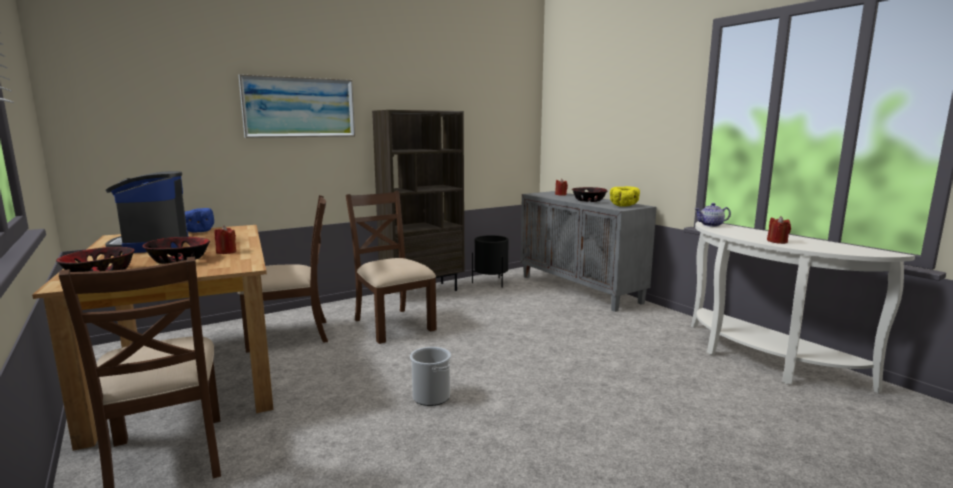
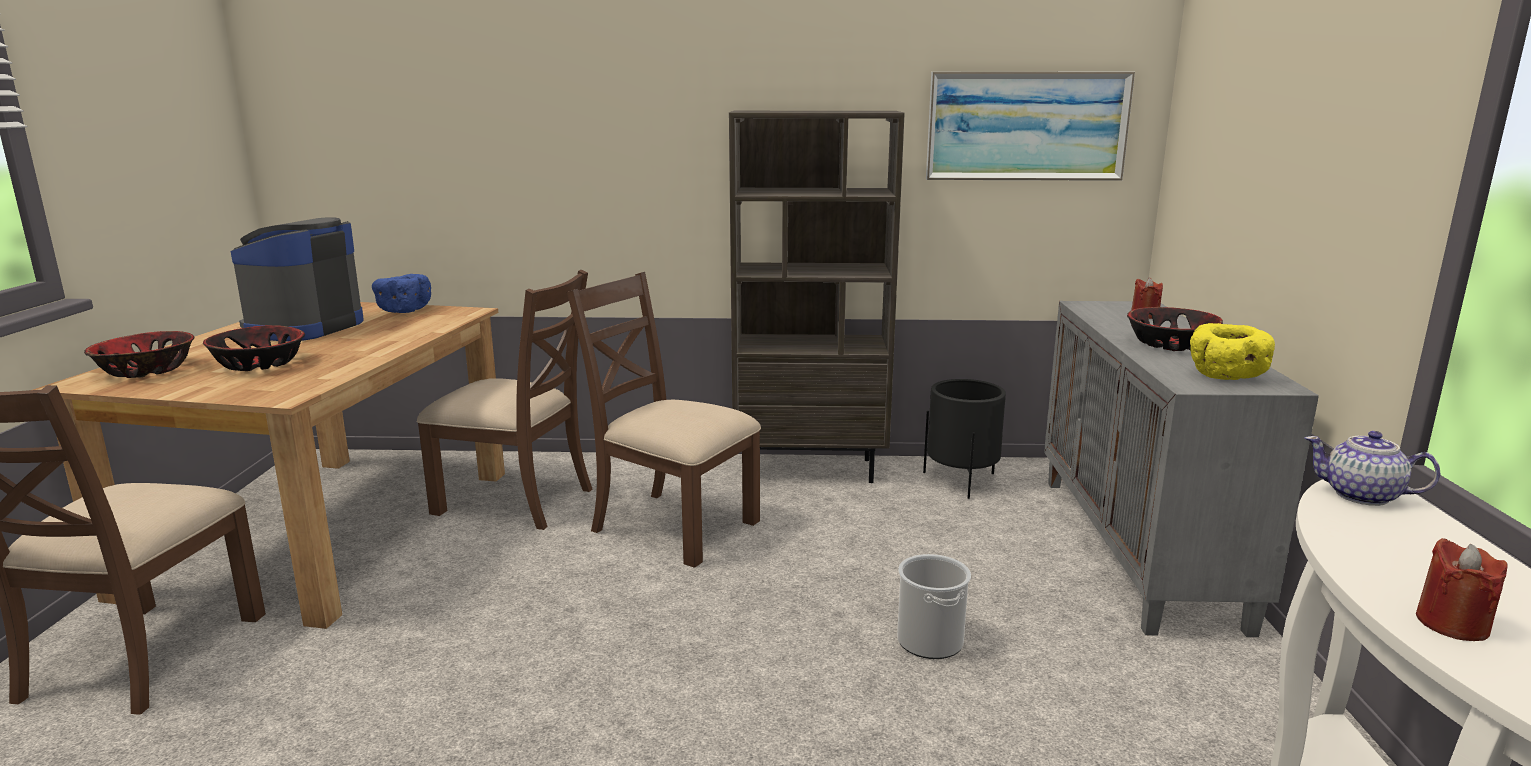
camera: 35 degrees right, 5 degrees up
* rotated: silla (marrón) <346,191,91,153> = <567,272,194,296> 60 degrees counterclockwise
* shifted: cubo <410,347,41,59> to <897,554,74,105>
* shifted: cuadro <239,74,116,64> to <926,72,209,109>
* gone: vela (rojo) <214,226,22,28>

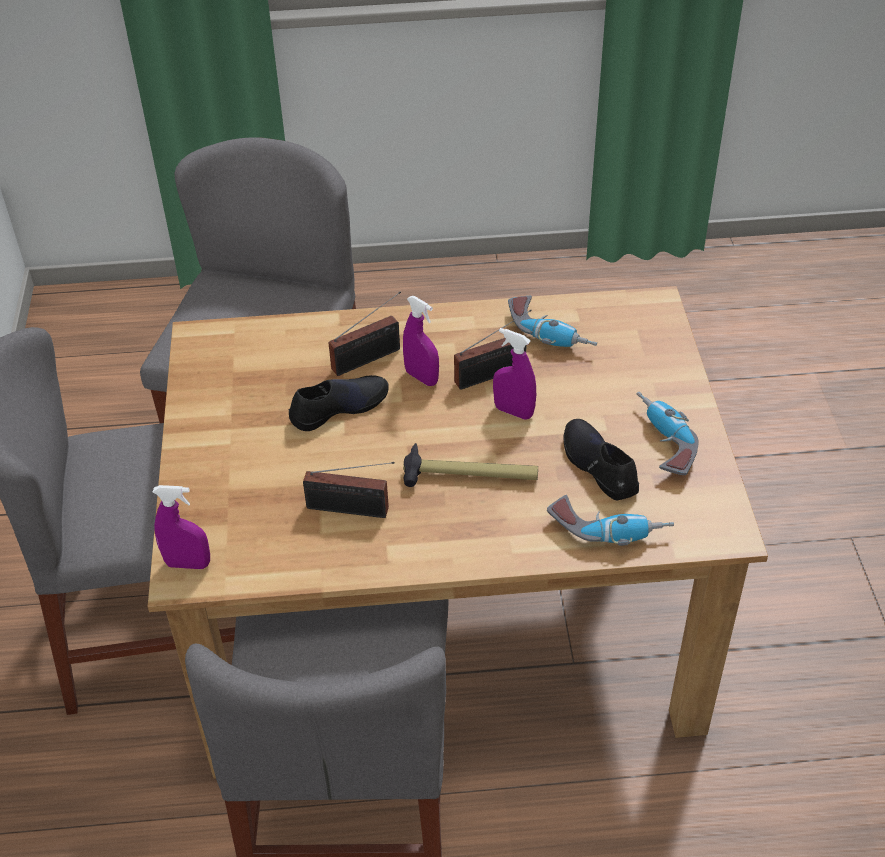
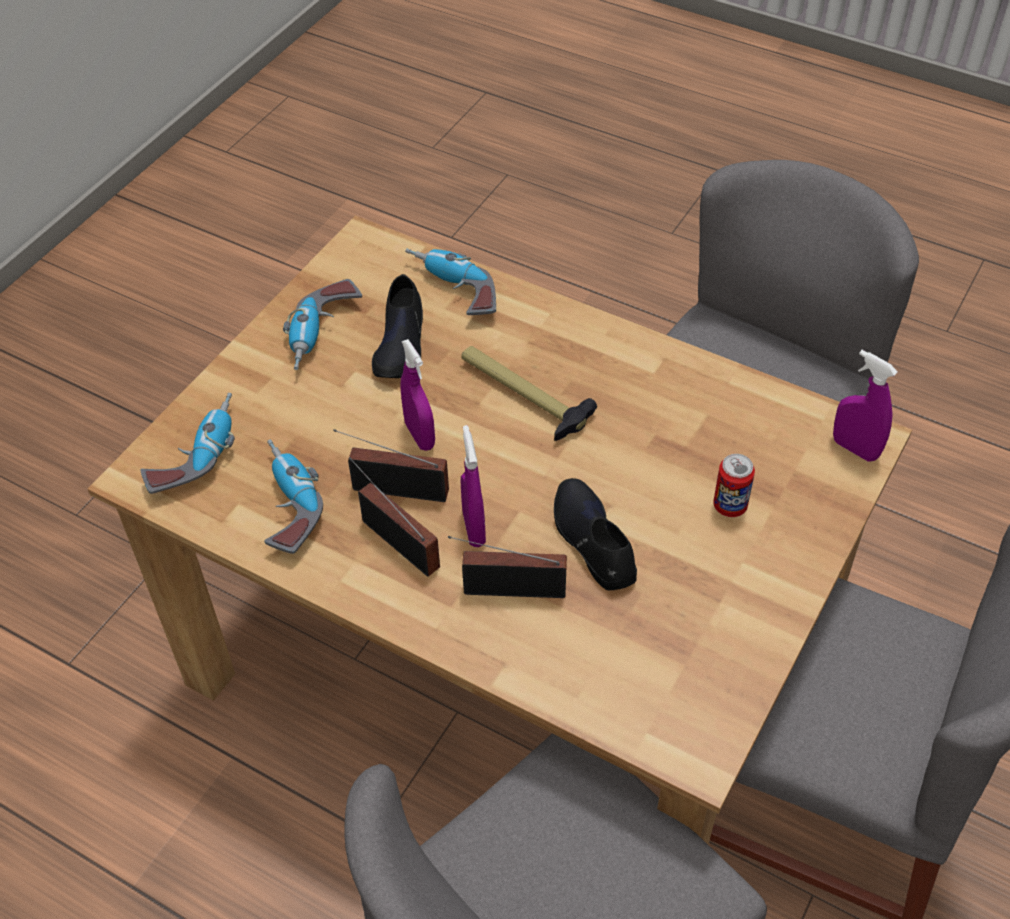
camera: 145 degrees left, 5 degrees up
* new: taladro <140,393,95,101>
* shifted: radio <303,462,92,56> to <349,457,91,120>
* rotated: zapato (negro) <289,375,100,56> = <554,478,83,112> 60 degrees clockwise
* new: lata <713,454,42,63>

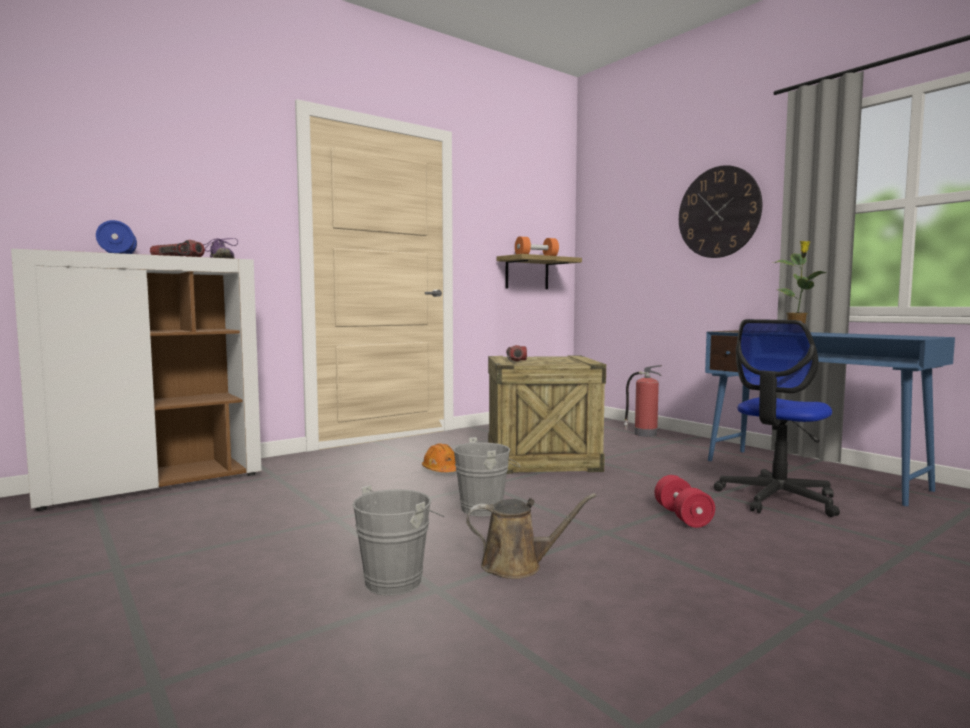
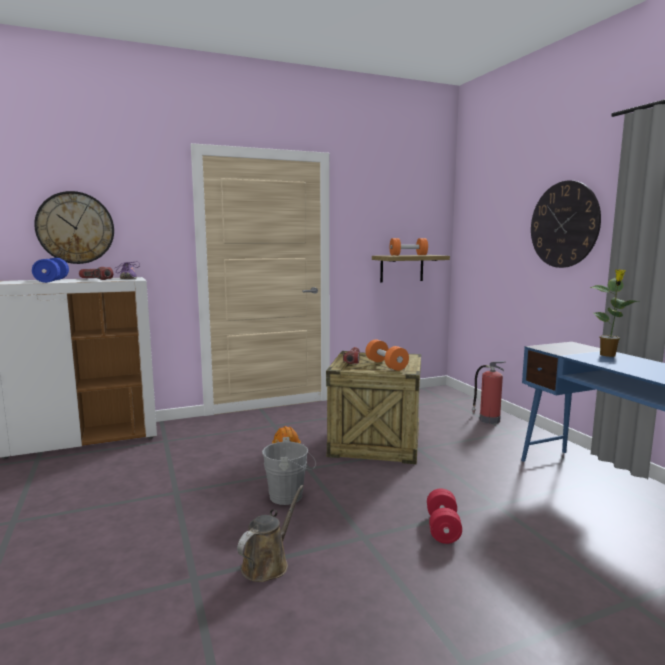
camera: 15 degrees right, 5 degrees up
* new: reloj de pared <34,191,80,73>
* rotated: regadera (marrón) <466,493,130,86> = <237,485,67,97> 75 degrees counterclockwise
* new: mancuerna (naranja) <365,339,44,32>
* gone: cubo (gris) <352,485,93,111>
* gone: silla de oficina <714,319,126,198>

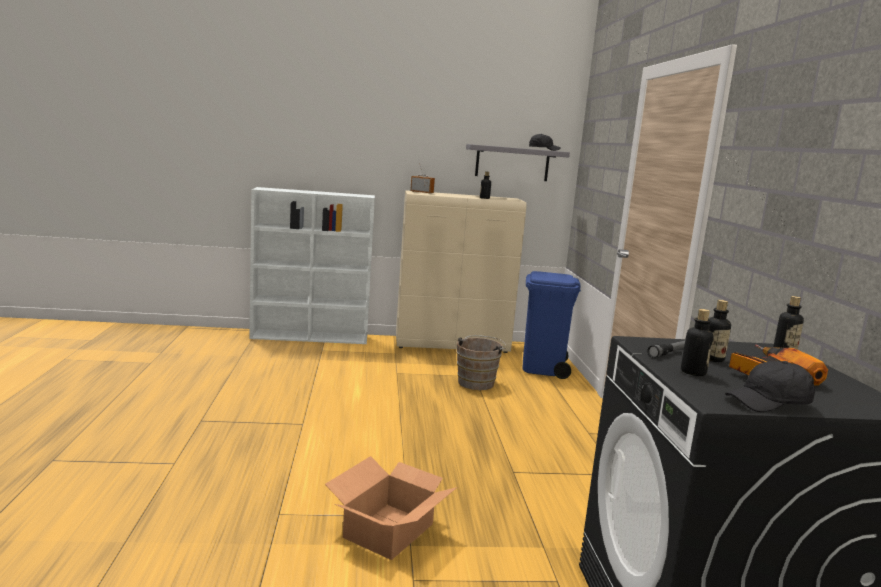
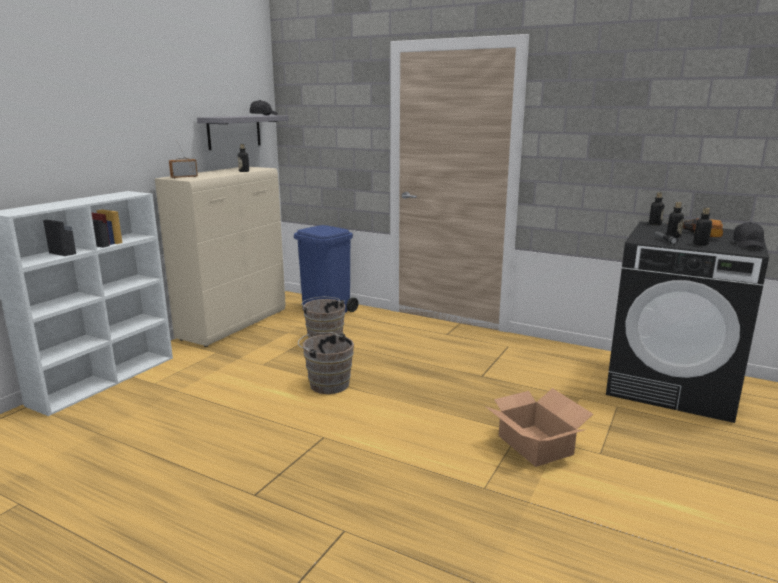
camera: 55 degrees left, 5 degrees up
* new: cubo (marrón) <298,332,56,62>

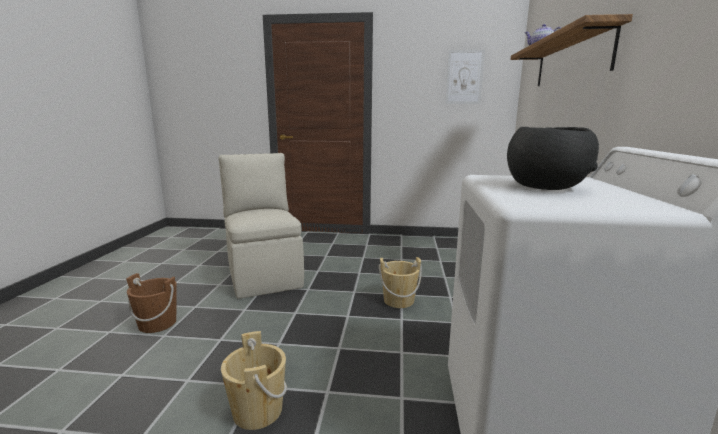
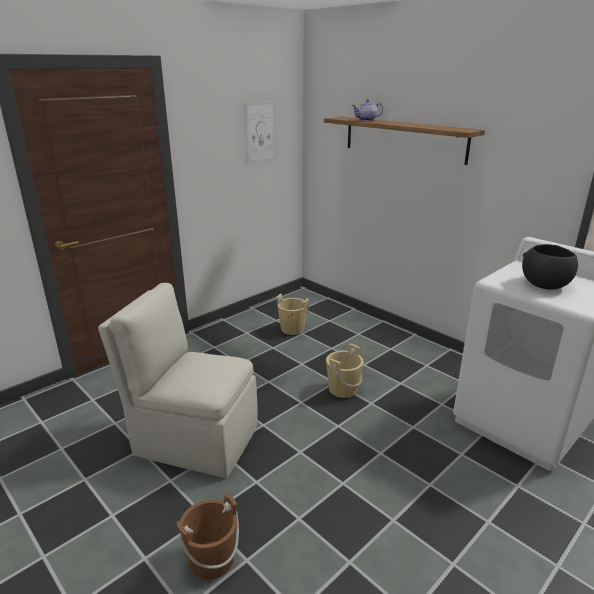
camera: 50 degrees left, 10 degrees up
* shifted: cubo (beis) <221,331,66,99> to <277,294,32,41>

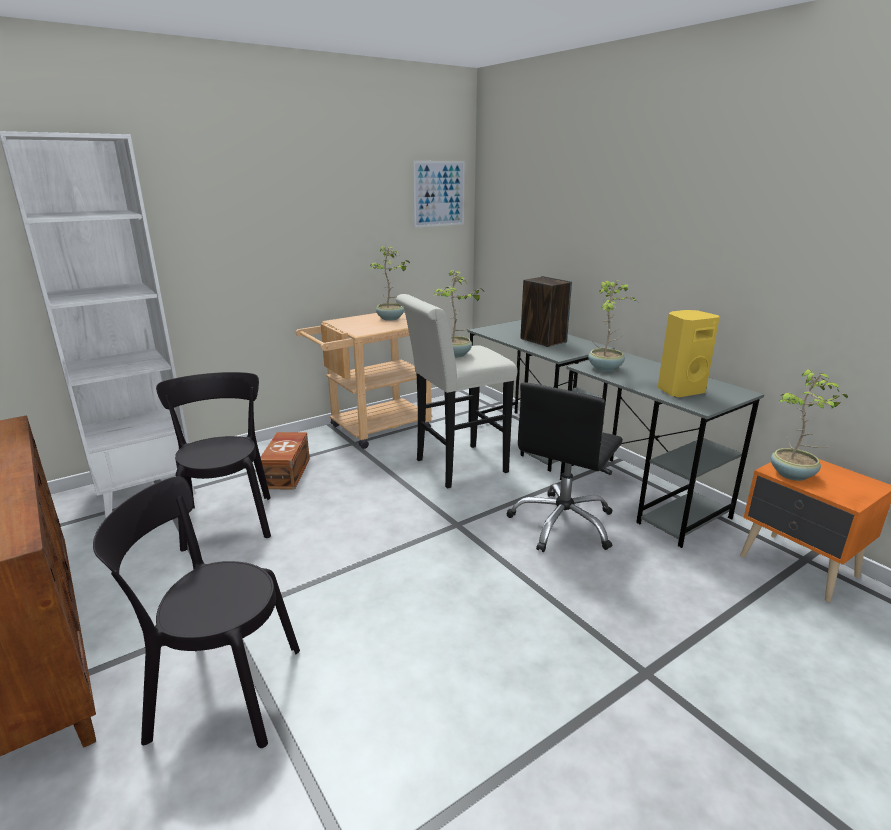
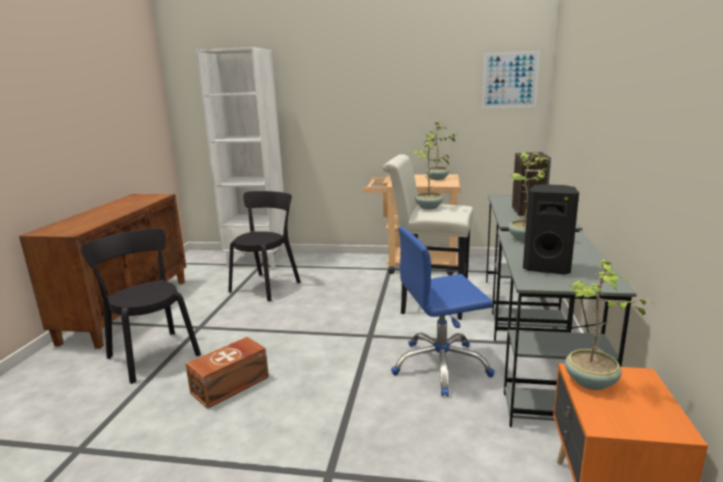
camera: 45 degrees right, 5 degrees down
* shifted: caja de almacenaje (marrón) <261,432,49,57> to <185,337,84,72>
* repainted: silla de oficina (negro) <507,382,116,170> to silla de oficina (azul) <391,227,104,169>
* repainted: altavoz (amarillo) <658,310,62,87> to altavoz (negro) <523,184,56,91>

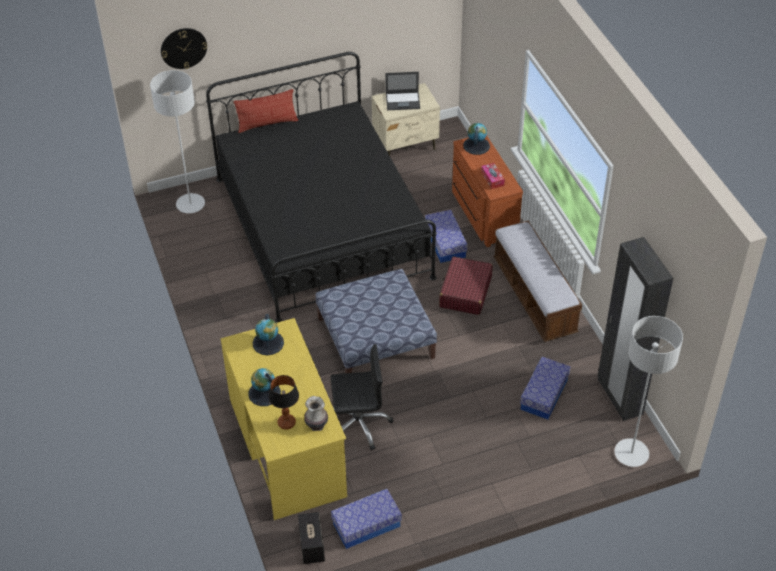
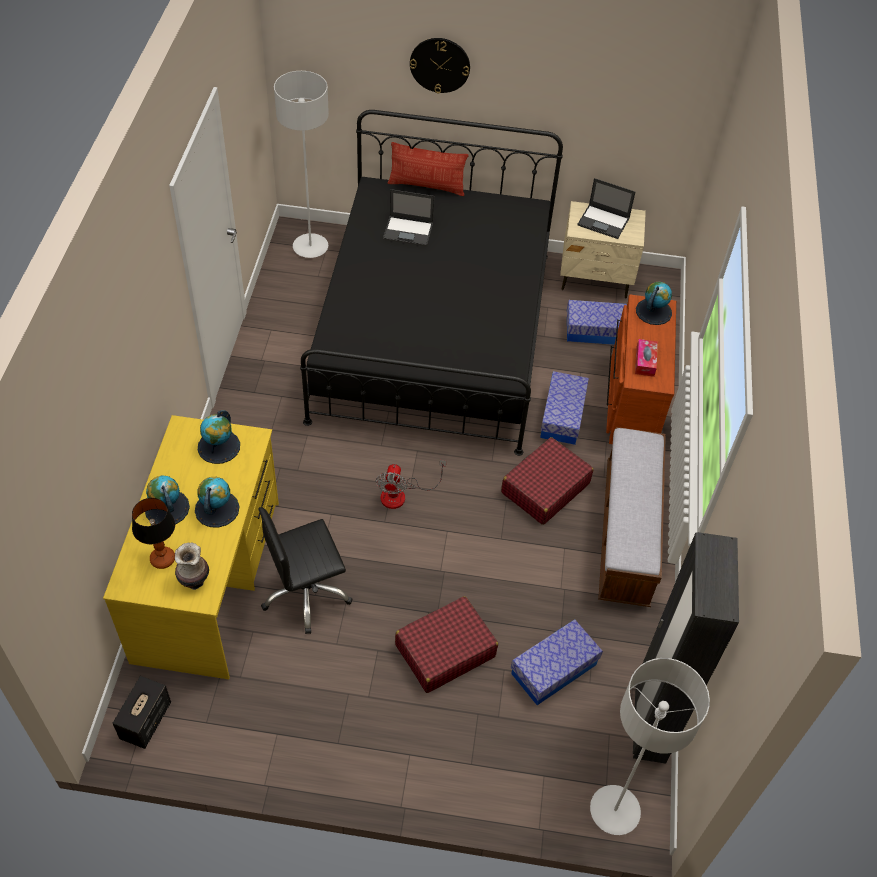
camera: 25 degrees right, 5 degrees up
* new: globo terráqueo <195,477,45,51>
* rotated: silla de oficina (negro) <330,344,63,106> = <258,507,95,127> 135 degrees clockwise
* swapped: puf <316,269,121,104> to ventilador <376,460,70,49>
* new: portátil <383,189,52,58>
* new: maleta (rojo) <395,596,103,97>
* shifted: reloj de pared <161,28,46,41> to <410,38,60,55>
* shifted: caja de almacenaje <331,489,71,60> to <567,300,60,45>

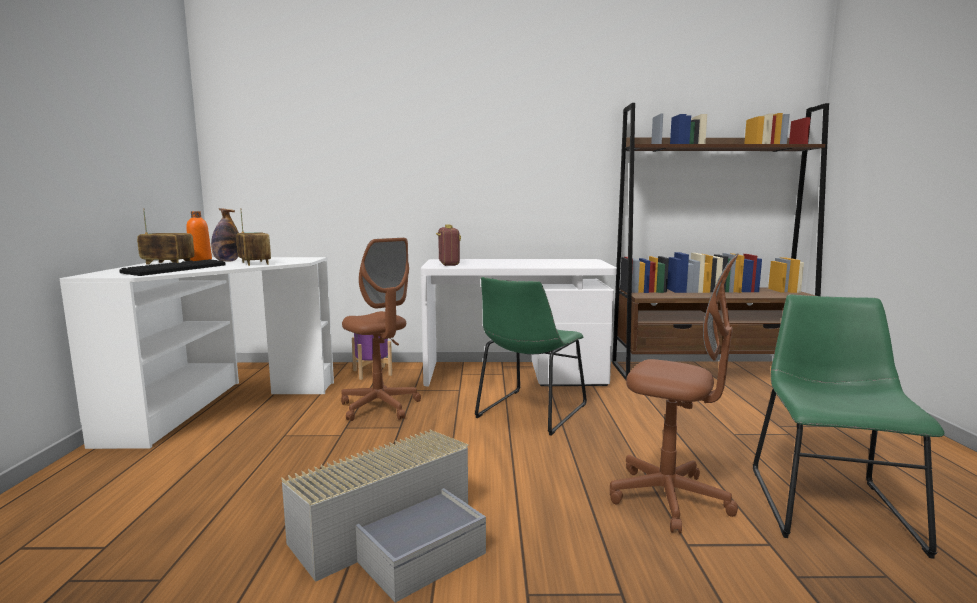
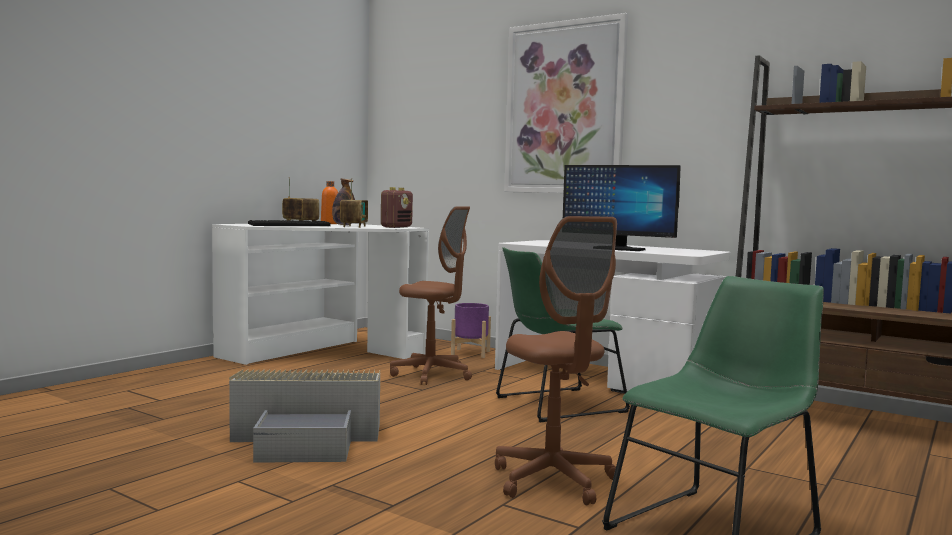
camera: 35 degrees right, 5 degrees down
* shifted: radio <436,225,25,41> to <381,187,32,41>
* rotated: silla de oficina (marrón) <341,238,80,183> = <390,206,82,179> 60 degrees counterclockwise
* new: cuadro <504,13,124,180>
* new: monitor <563,165,118,86>

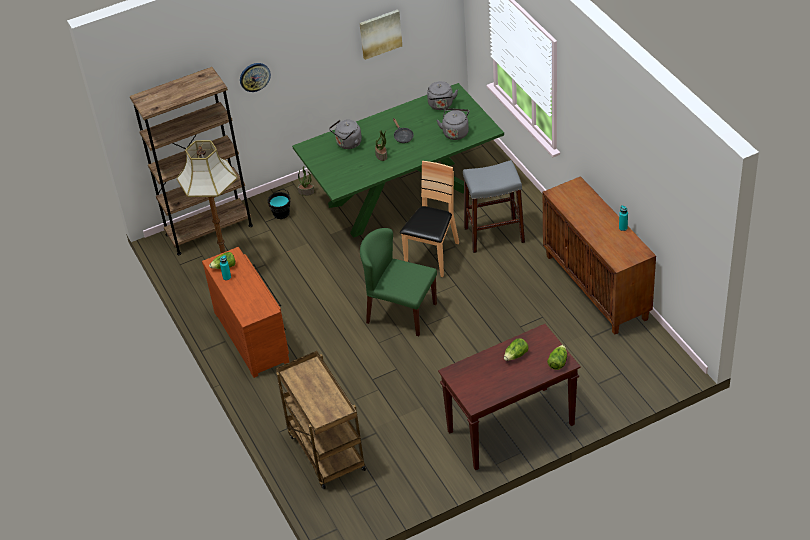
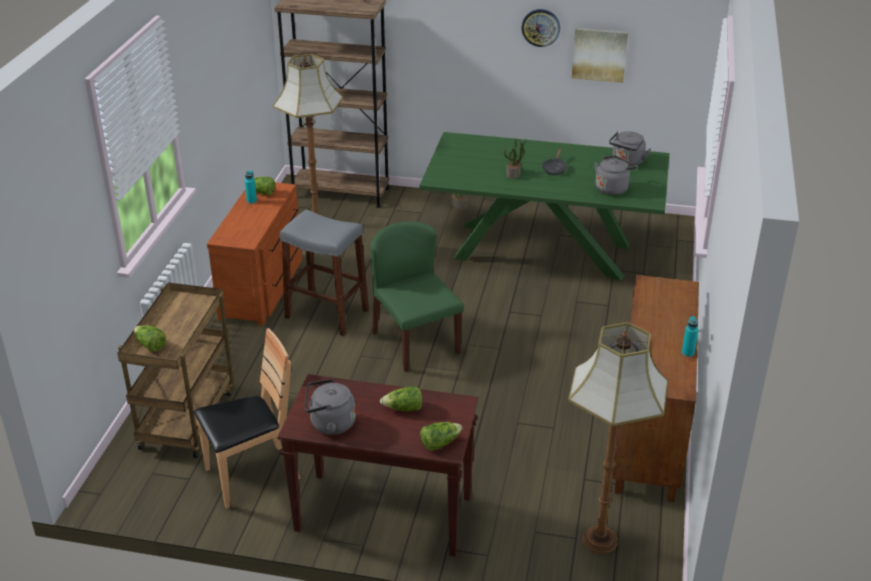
camera: 35 degrees right, 10 degrees down
* new: lechuga <134,325,32,27>
* shifted: silla (marrón) <400,161,59,116> to <194,328,106,181>
* shifted: taburete (gris) <463,160,62,93> to <280,210,89,126>
* shifted: hervidor (gris) <329,120,33,29> to <305,379,51,56>
* shifted: reloj de pared <240,63,31,29> to <521,9,39,38>
* new: lámpara de pie <568,322,100,232>
* gone: cubo (negro) <268,189,22,30>

